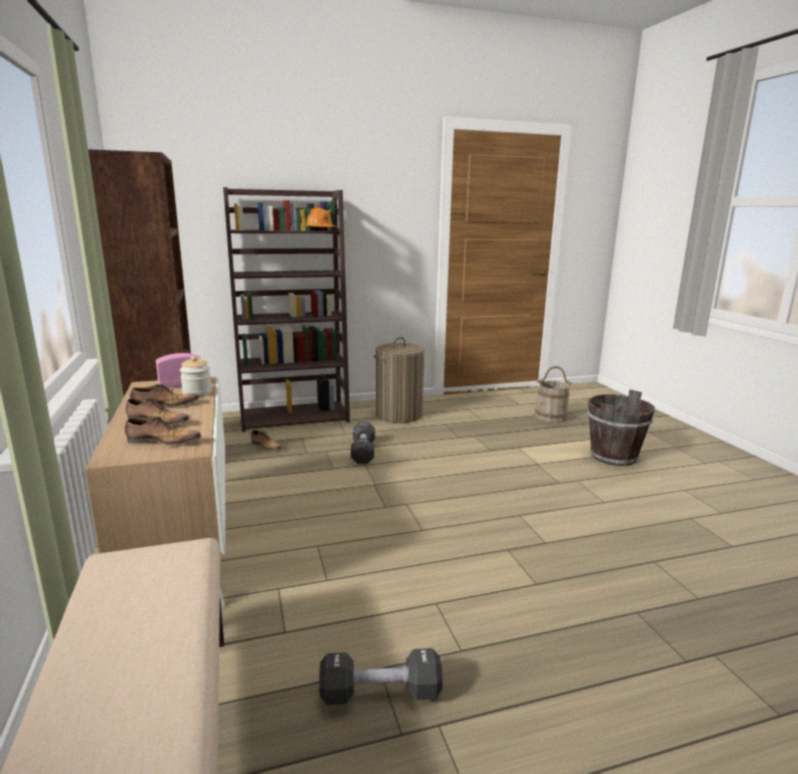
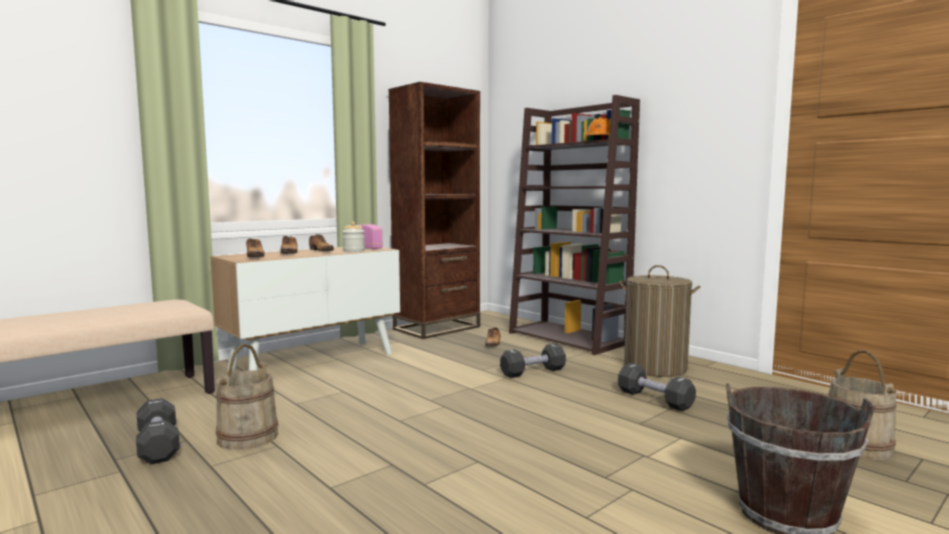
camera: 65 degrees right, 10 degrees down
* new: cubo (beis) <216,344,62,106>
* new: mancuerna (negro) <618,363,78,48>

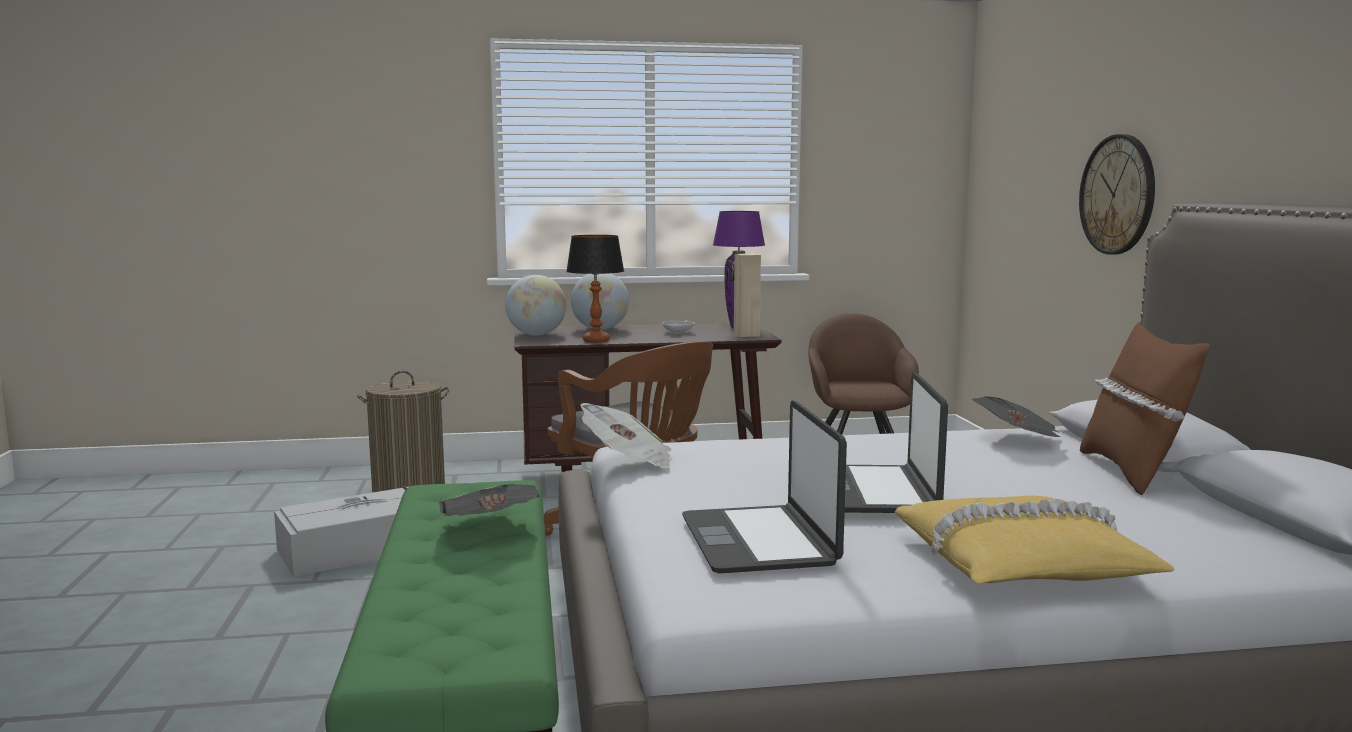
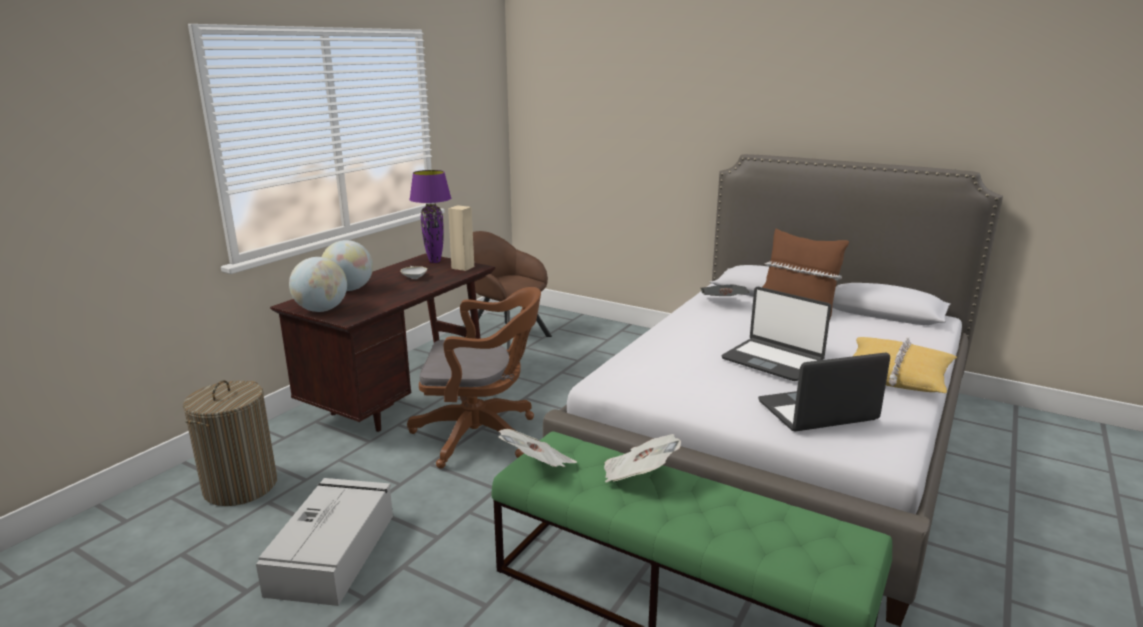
camera: 50 degrees left, 10 degrees up
* shifted: periódico <581,403,90,66> to <498,429,79,38>
* rotated: portátil <682,400,165,174> = <758,352,132,79> 135 degrees clockwise
* gone: lámpara de mesa <566,235,58,108>
* gone: reloj de pared <1079,134,76,120>

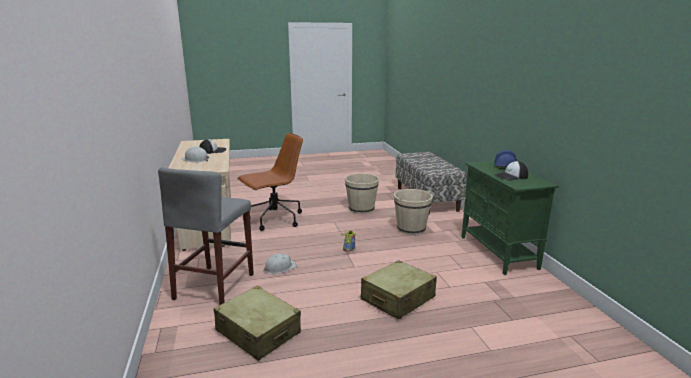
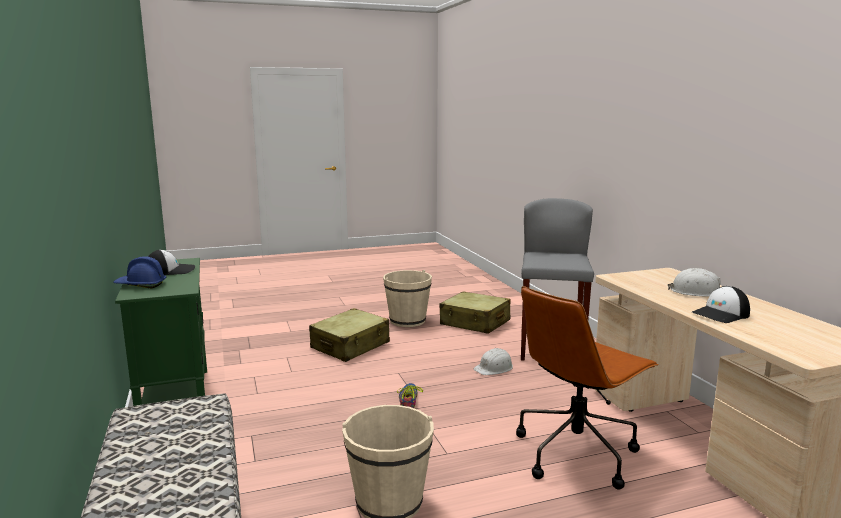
camera: 175 degrees right, 5 degrees down
* shifted: cubo (beis) <394,189,39,46> to <383,270,49,57>

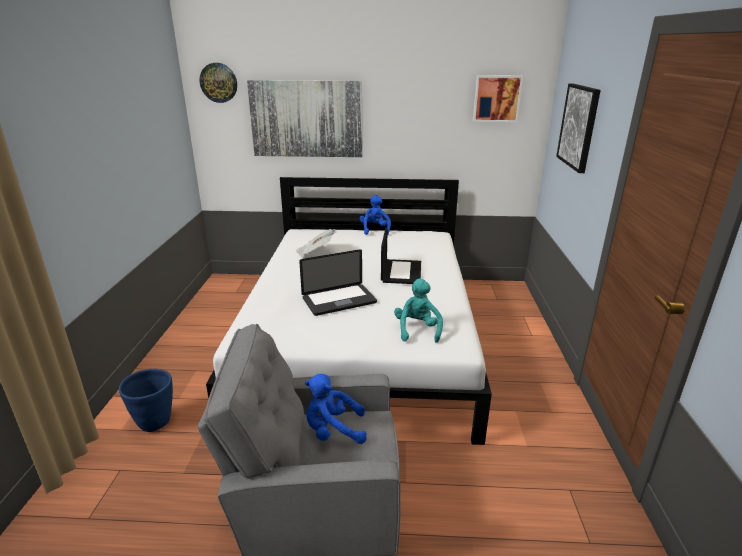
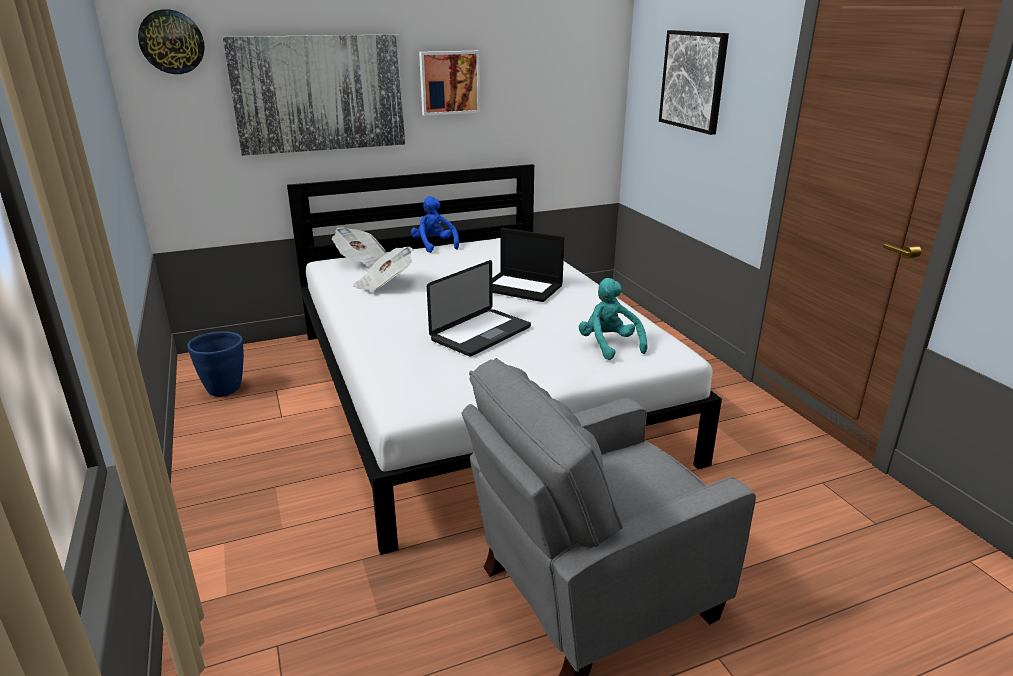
camera: 25 degrees left, 0 degrees up
* shifted: maceta (azul) <119,369,54,63> to <187,331,57,66>
* new: periódico <332,227,54,40>
* shifted: cuadro <473,75,50,47> to <419,51,61,65>
* rotated: portátil <381,227,40,57> = <492,228,72,74> 135 degrees clockwise
* gone: peluche (azul) <305,374,62,70>

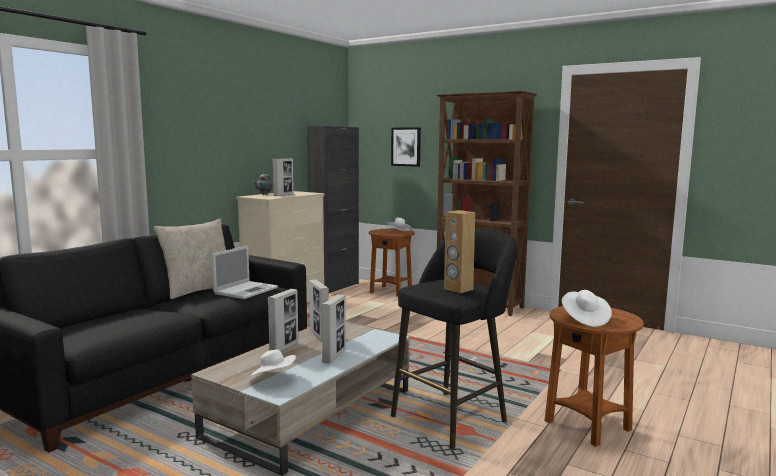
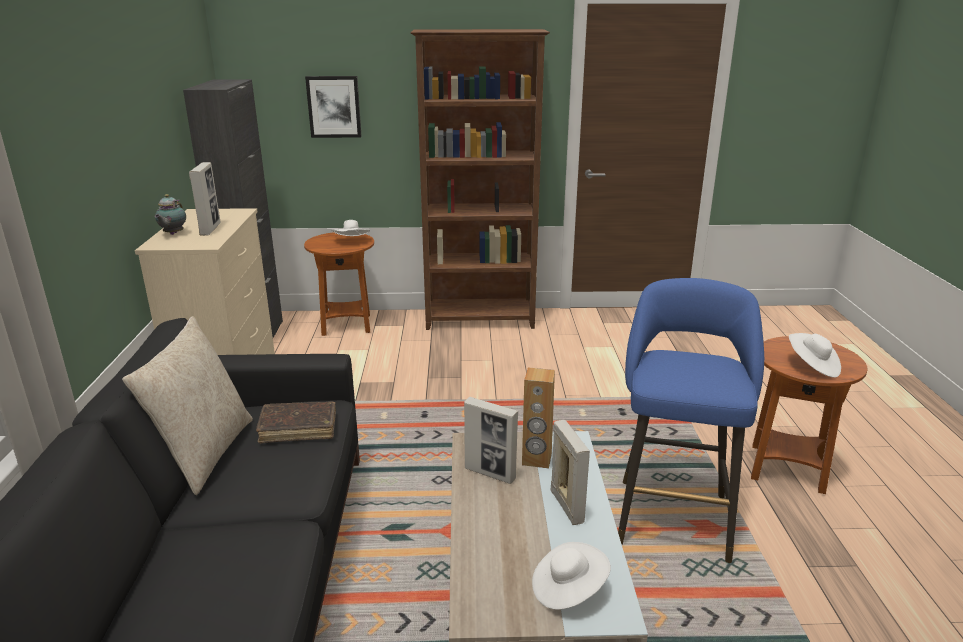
camera: 35 degrees left, 15 degrees up
* swapped: portátil <211,245,67,54> to libro (marrón) <256,401,80,42>
* shifted: altavoz (marrón) <444,210,31,83> to <522,367,33,101>
* repainted: taburete (negro) <391,227,126,222> to taburete (azul) <618,278,146,285>
* gone: portarretratos <268,289,30,63>

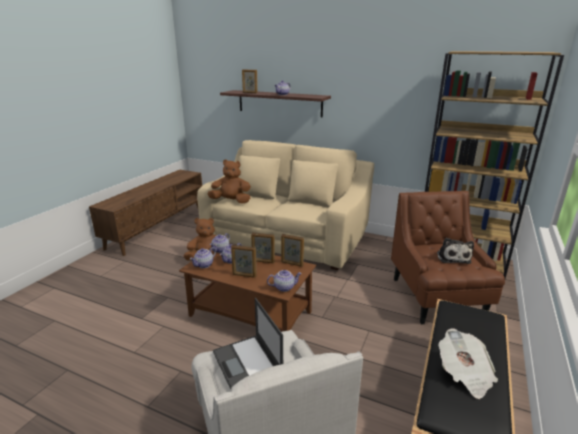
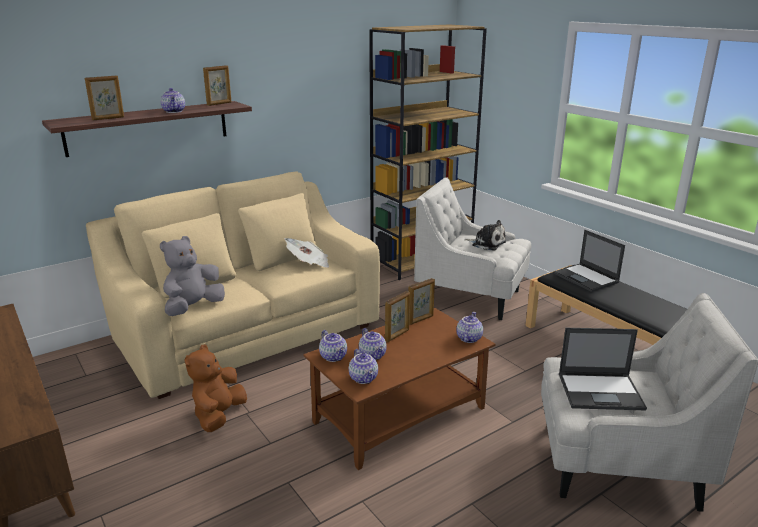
camera: 60 degrees left, 0 degrees up
* repainted: peluche (marrón) <207,159,44,44> to peluche (gris) <160,236,65,80>
* shifted: portarretratos <231,245,26,33> to <203,65,28,41>
* shifted: periódico <438,328,60,71> to <284,238,45,30>
* repainted: sillón (marrón) <391,191,114,133> to sillón (blanco) <414,177,117,143>
* new: portátil <554,230,71,62>

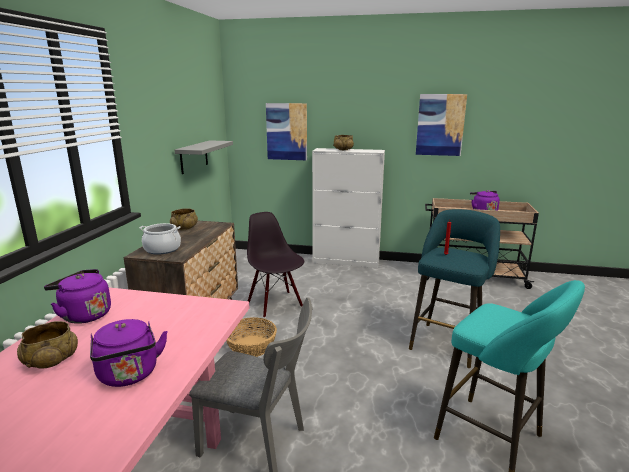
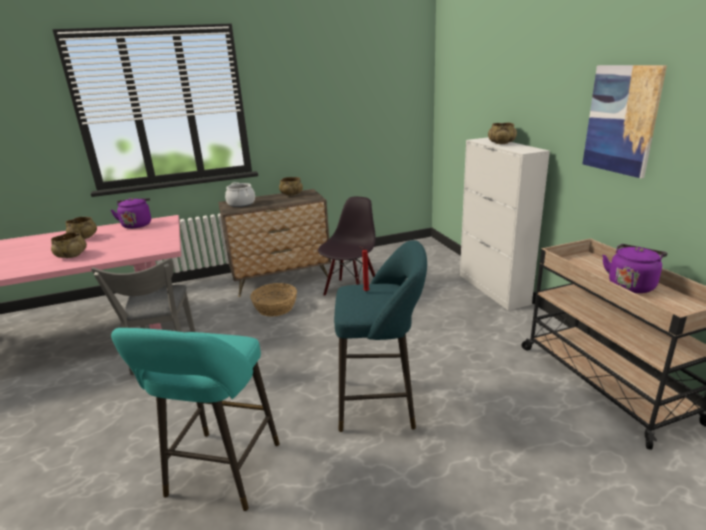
camera: 60 degrees right, 5 degrees up
* swapped: hervidor (morado) <90,319,78,68> to cuenco (beis) <51,232,36,26>
* gone: estante (gris) <175,140,58,34>
* gone: cuadro <266,103,41,57>

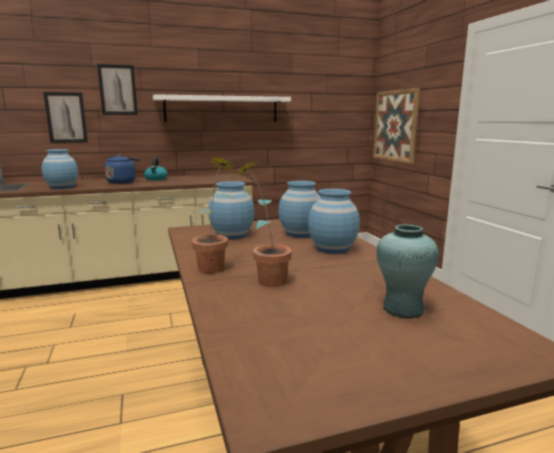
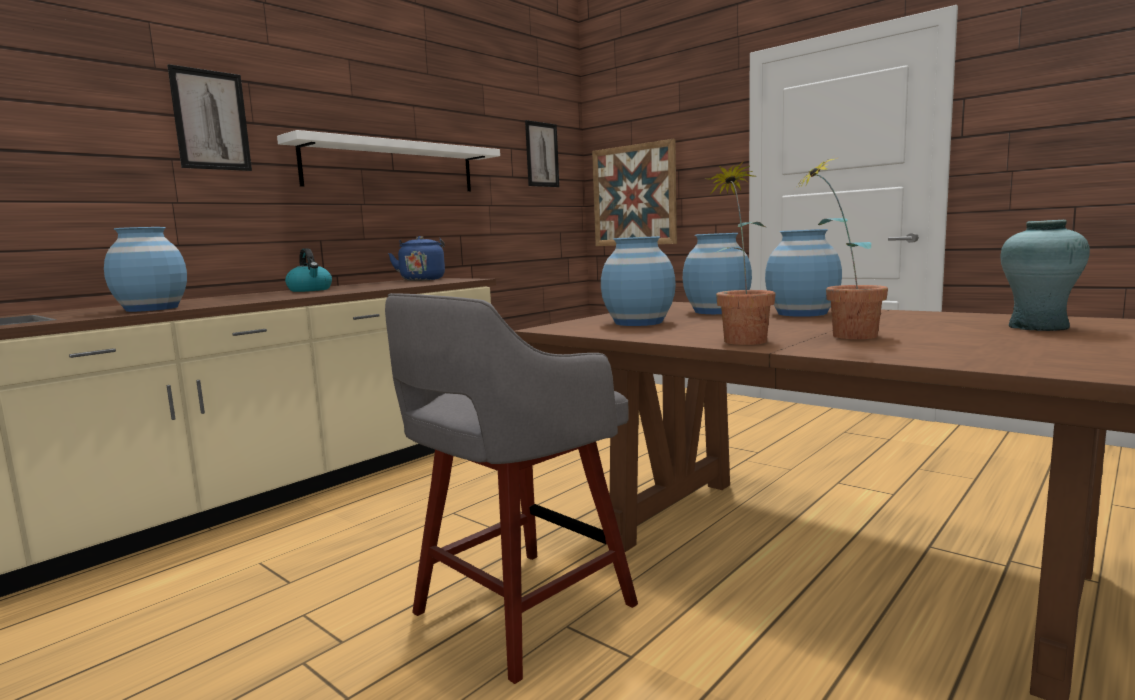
camera: 30 degrees left, 5 degrees down
* new: taburete (gris) <385,293,253,391>
* shifted: hervidor (azul) <105,155,35,29> to <388,236,57,45>
* shifted: cuadro <43,92,45,51> to <525,120,34,67>

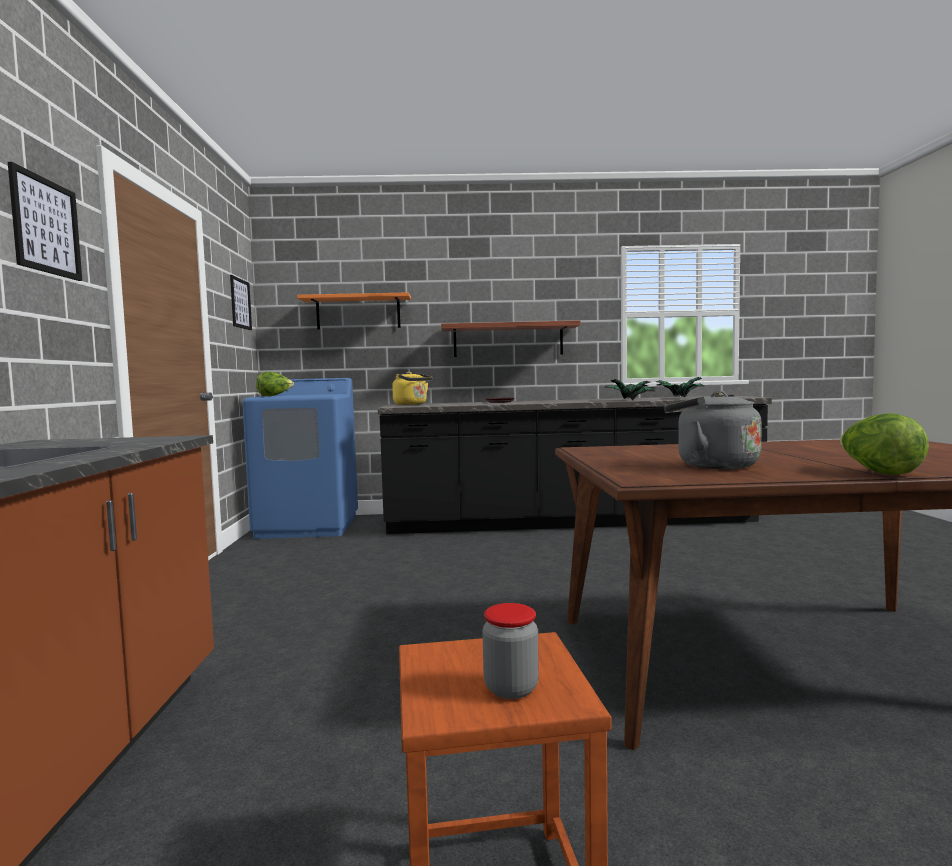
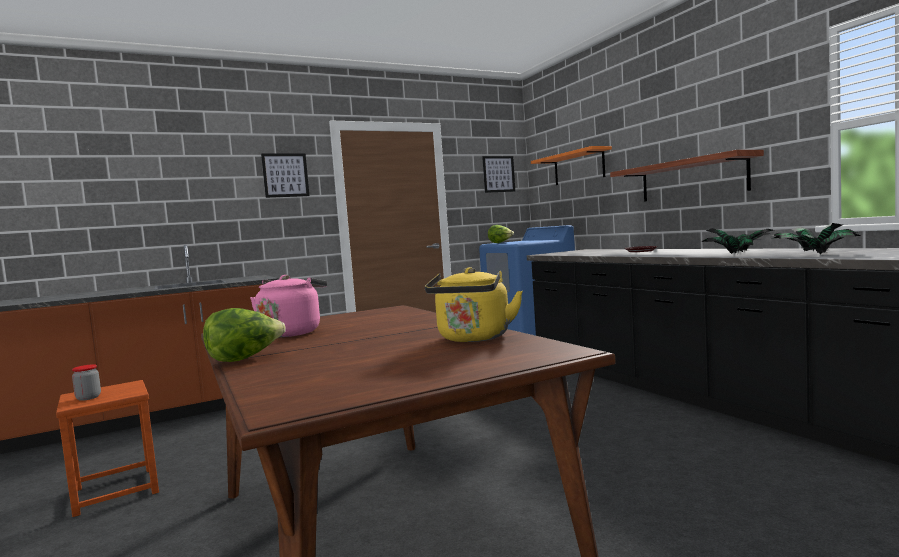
camera: 65 degrees right, 0 degrees up
* repainted: hervidor (gris) <664,391,98,78> to hervidor (rosa) <250,275,78,62>
* shifted: hervidor (amarillo) <392,372,41,33> to <425,267,98,75>

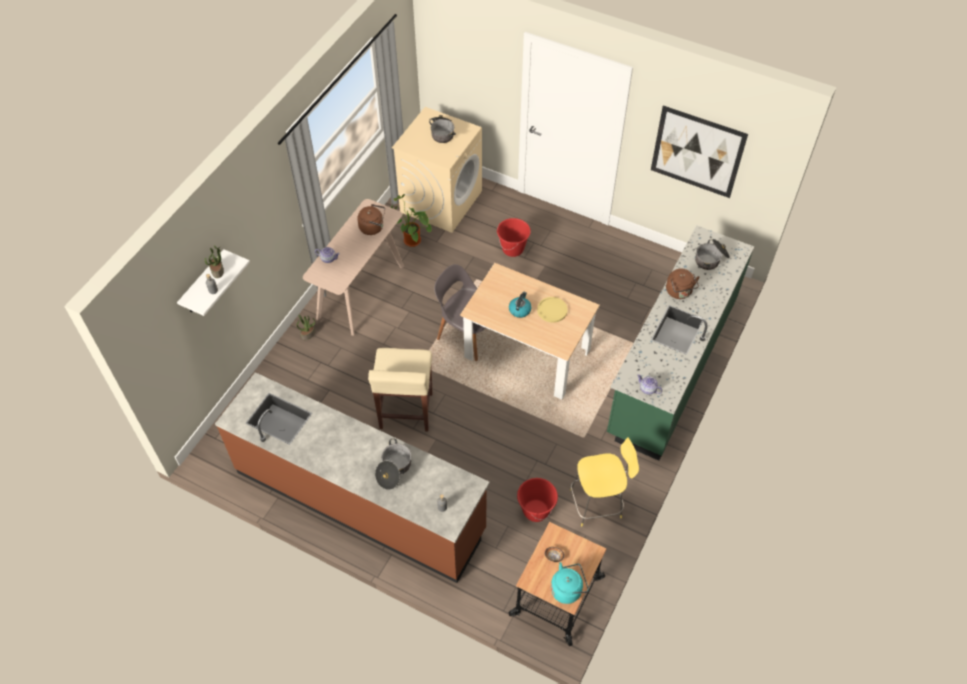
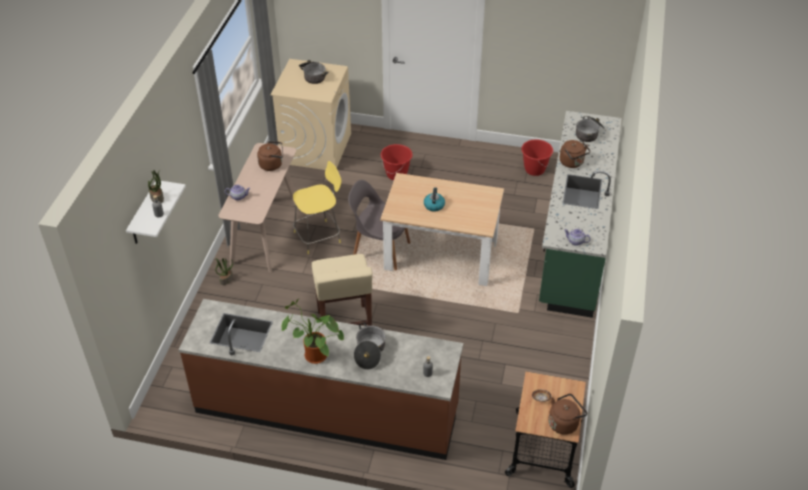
camera: 15 degrees left, 10 degrees down
* shifted: planta en maceta <391,194,41,53> to <282,298,62,66>
* shifted: taburete (amarillo) <570,438,69,88> to <293,161,48,93>
* shifted: cubo (rojo) <517,478,41,44> to <521,139,32,37>
* repainted: hervidor (turquesa) <551,562,38,42> to hervidor (marrón) <548,394,39,41>
* gone: plato (amarillo) <537,297,31,26>
* gone: cuadro <651,105,97,93>

